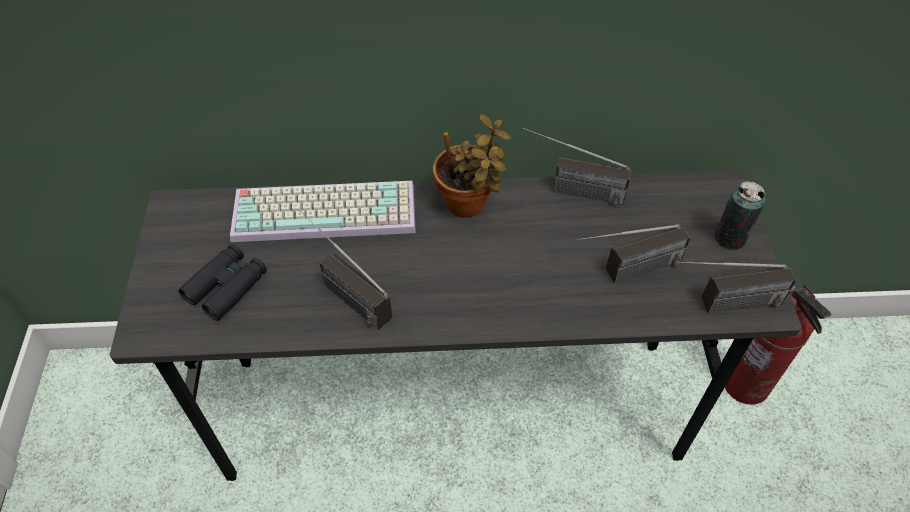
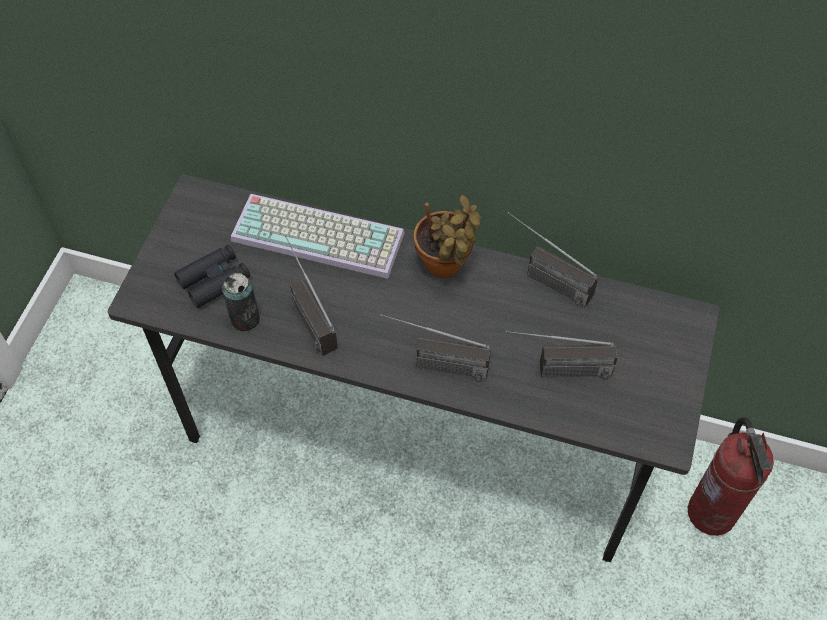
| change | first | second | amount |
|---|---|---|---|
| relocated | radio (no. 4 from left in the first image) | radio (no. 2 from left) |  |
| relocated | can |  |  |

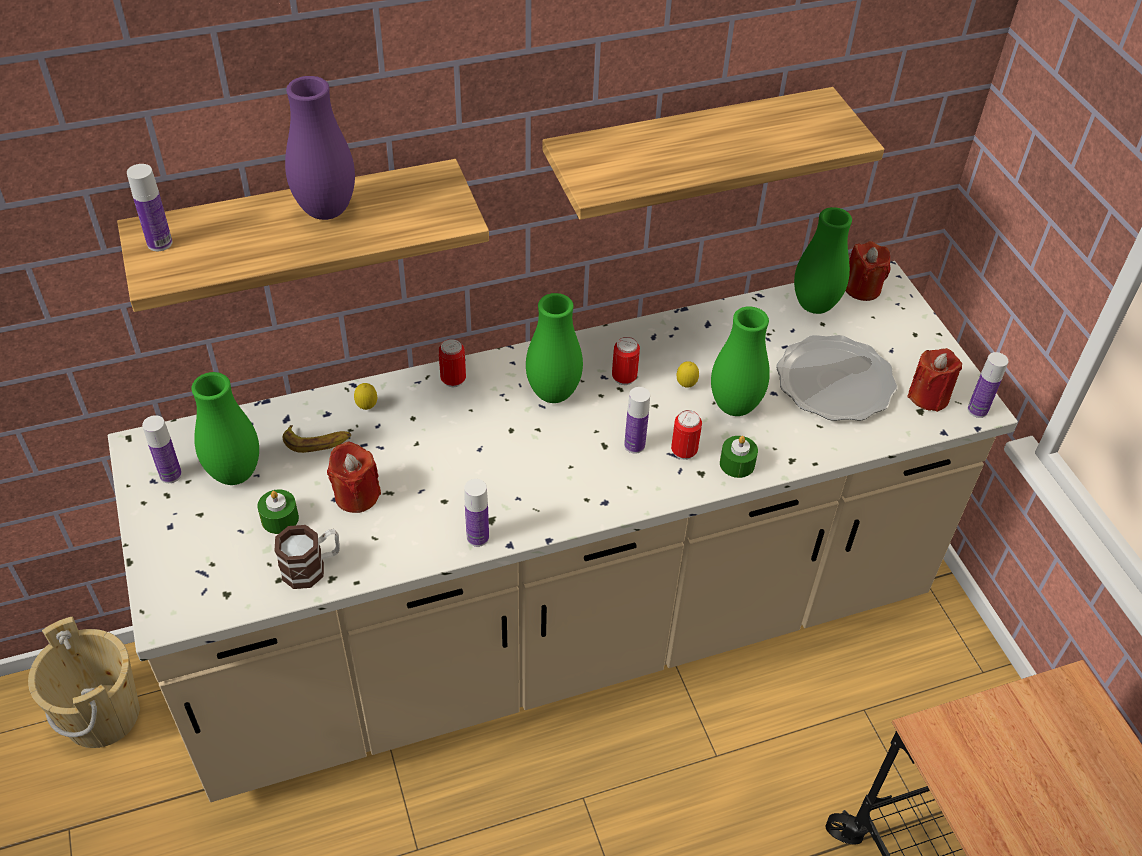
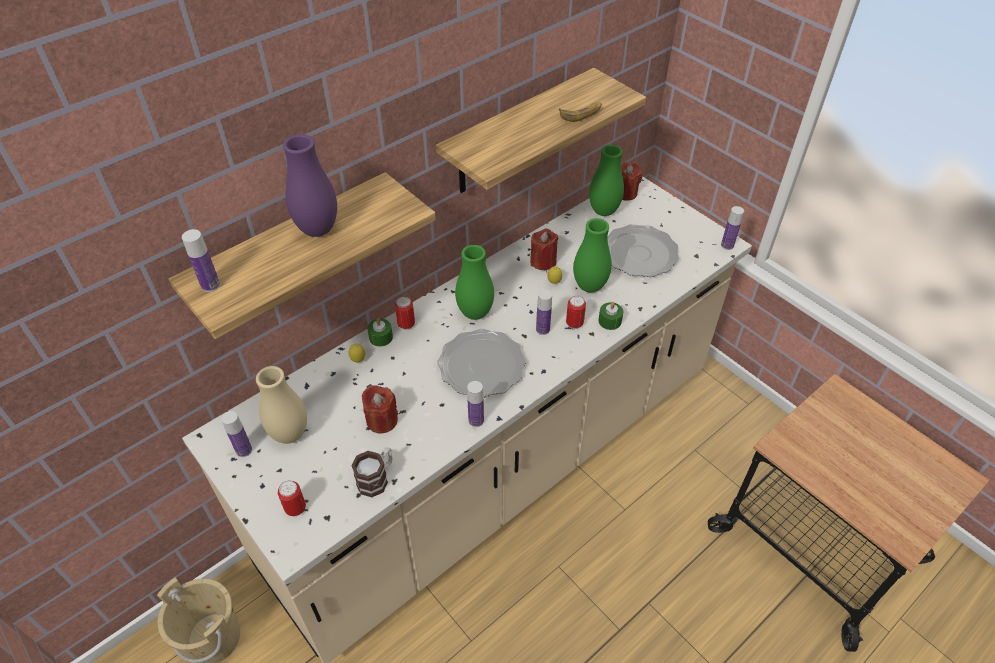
| change | first | second | amount |
|---|---|---|---|
| colour | green vase (no. 1 from left) | beige vase |  |
| relocated | green candle (no. 1 from left) |  |  |
| relocated | banana |  |  |
| relocated | can (no. 2 from left in the first image) | can (no. 1 from left) |  |
| relocated | red candle (no. 3 from left in the first image) | red candle (no. 2 from left) |  |
| appeared |  | plate (no. 1 from left) |  |

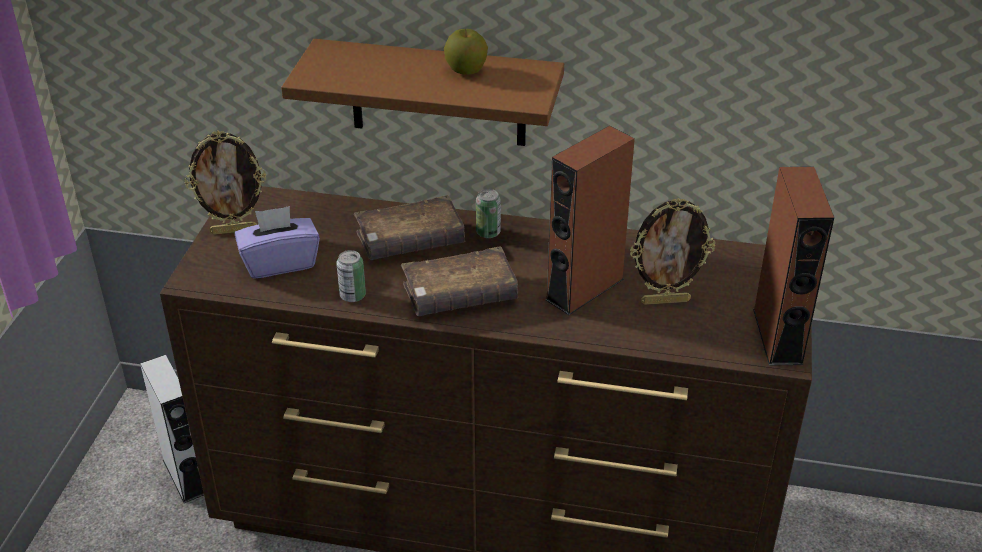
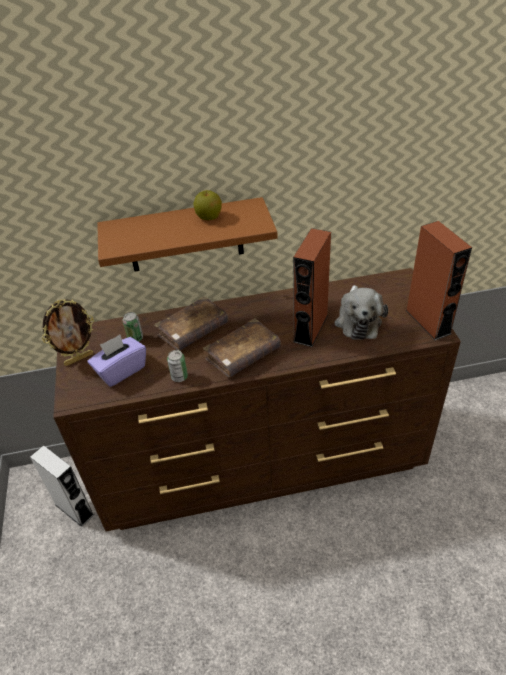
| change | first | second | amount |
|---|---|---|---|
| relocated | can (no. 2 from left in the first image) | can (no. 1 from left) |  |
| exchanged | picture frame (no. 2 from left) | plush toy |  |

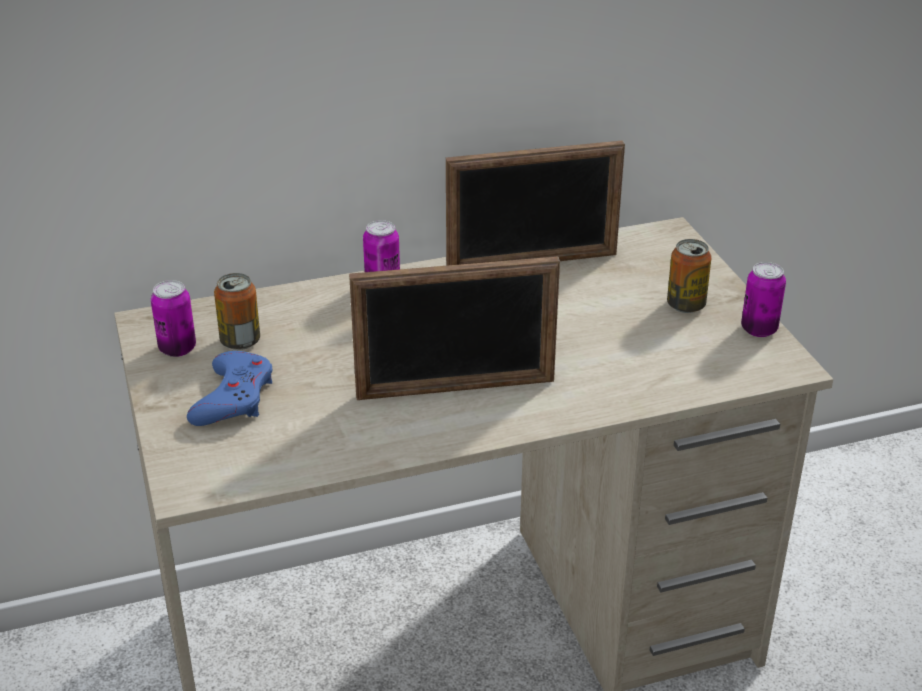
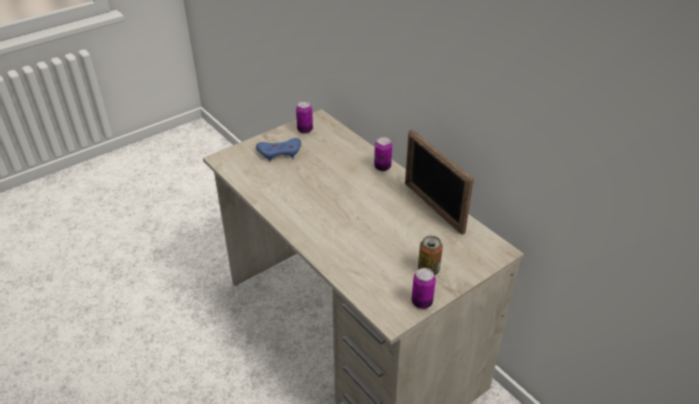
| change | first | second | amount |
|---|---|---|---|
| missing | can (no. 2 from left) |  |  |
| missing | picture frame (no. 1 from left) |  |  |

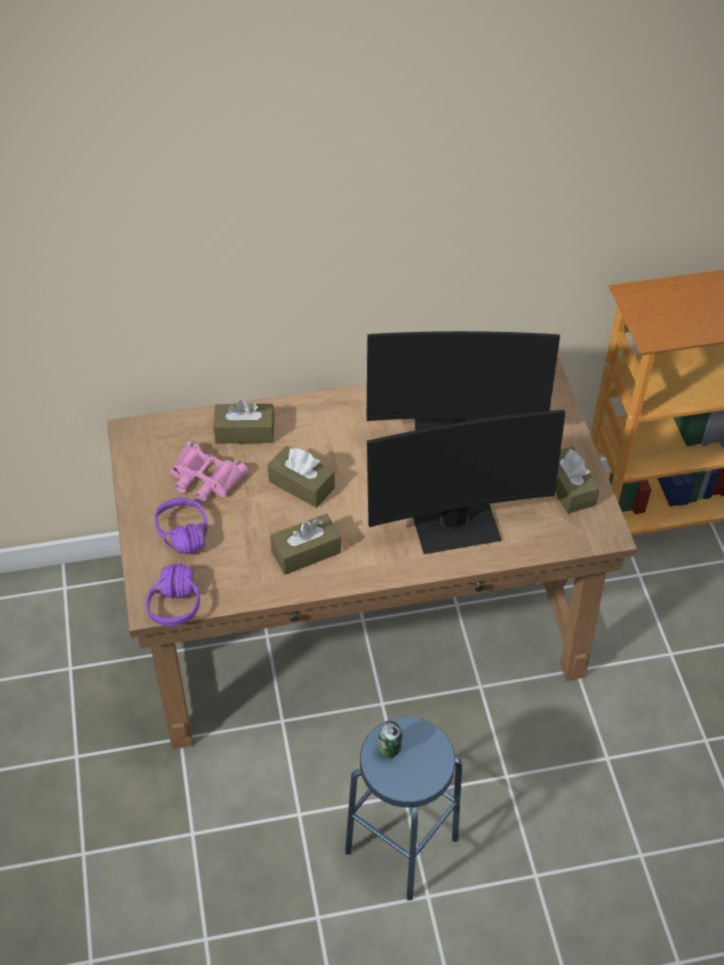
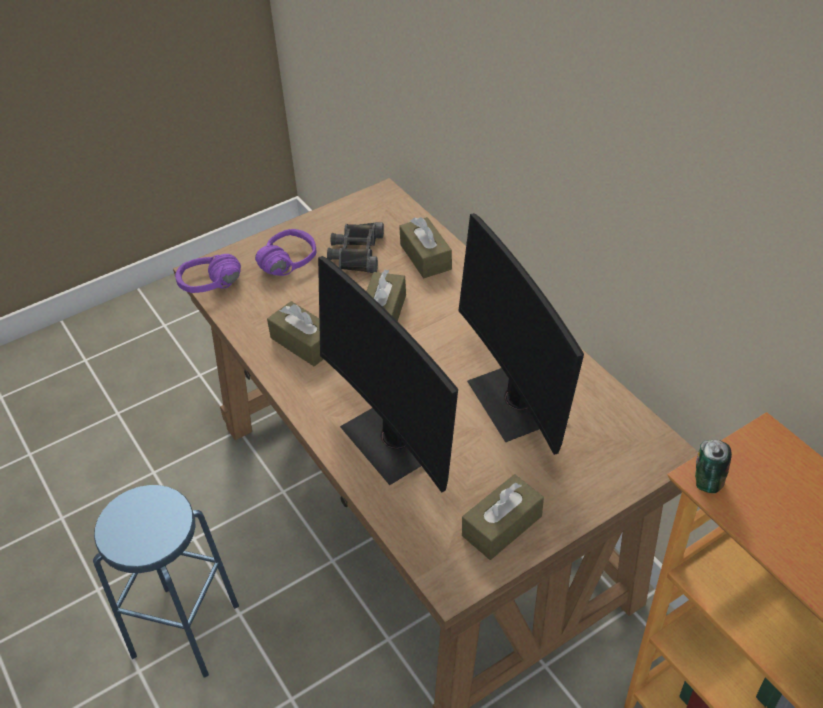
| change | first | second | amount |
|---|---|---|---|
| colour | pink binoculars | black binoculars |  |
| relocated | can |  |  |

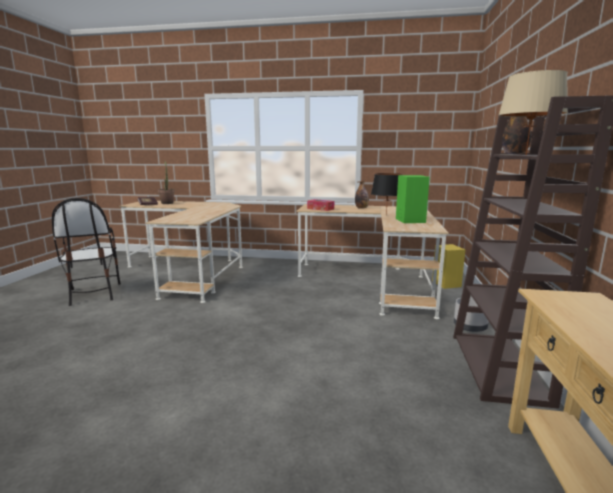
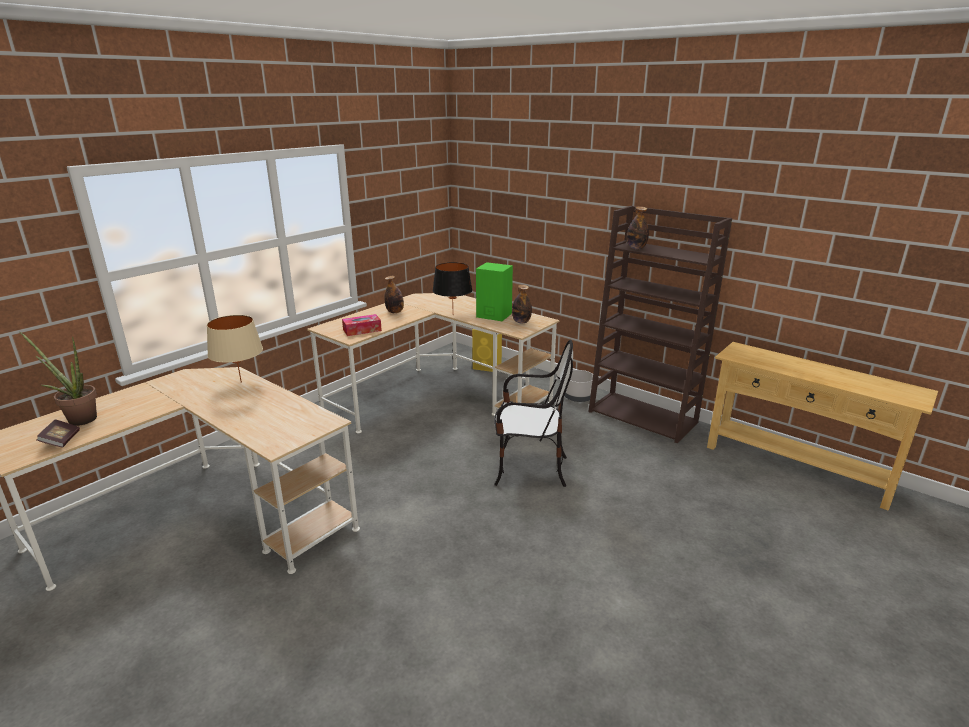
| change | first | second | amount |
|---|---|---|---|
| relocated | chair |  |  |
| relocated | beige table lamp |  |  |
| appeared |  | bottle (no. 2 from left) |  |

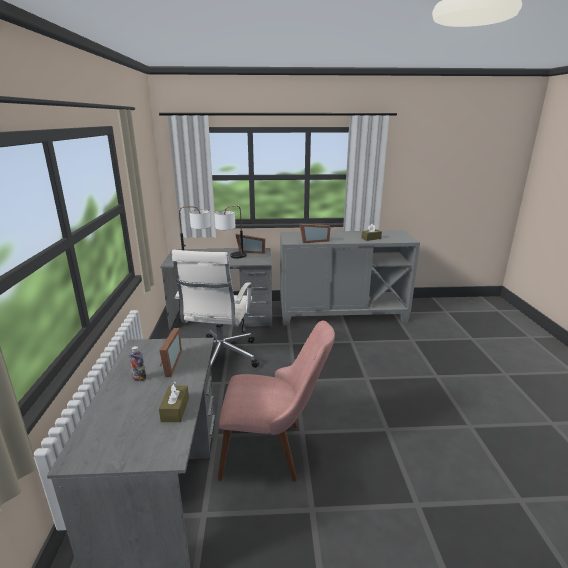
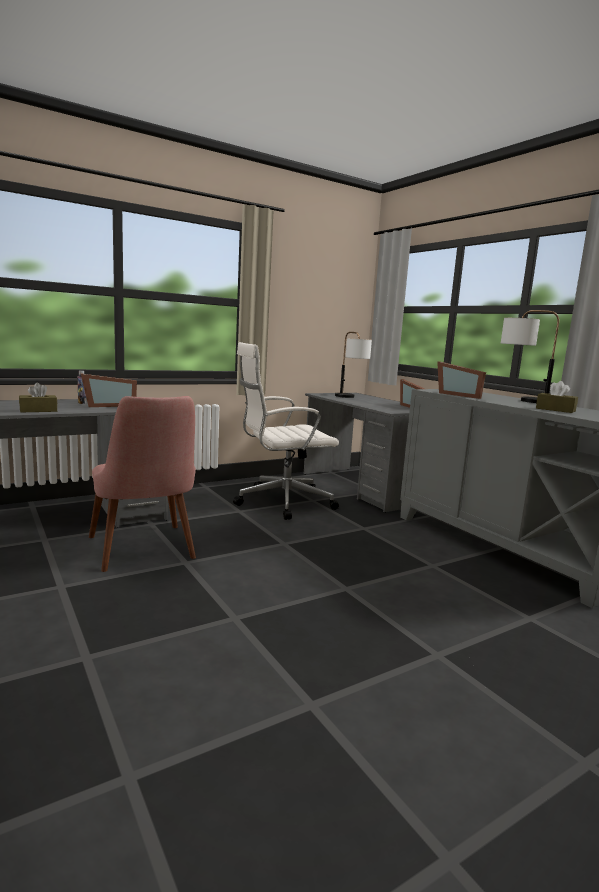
| change | first | second | amount |
|---|---|---|---|
| relocated | table lamp (no. 2 from left) |  |  |

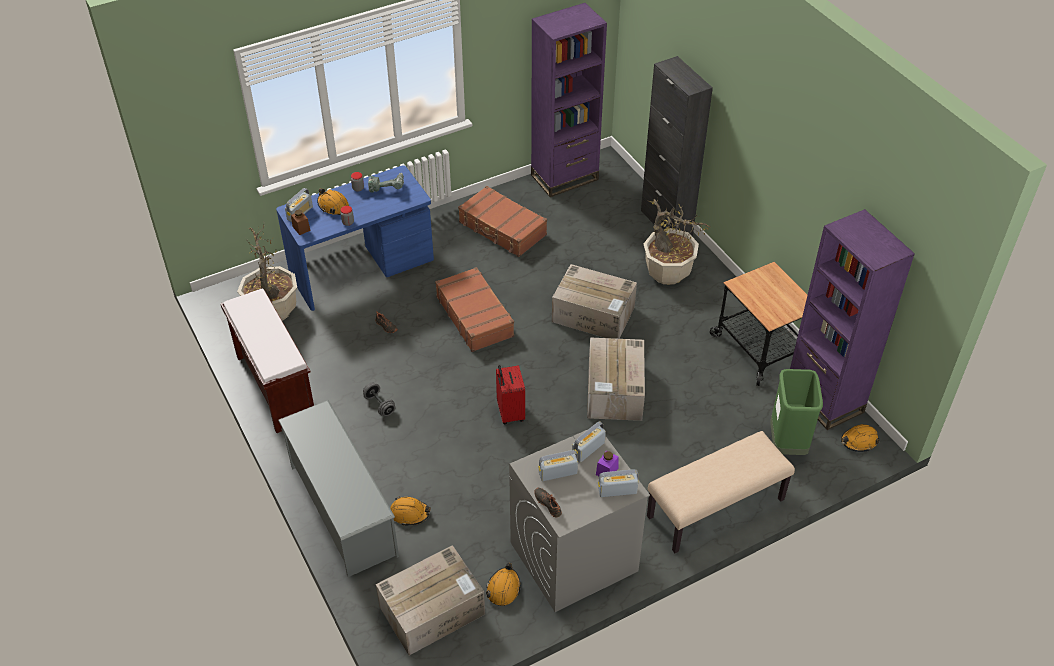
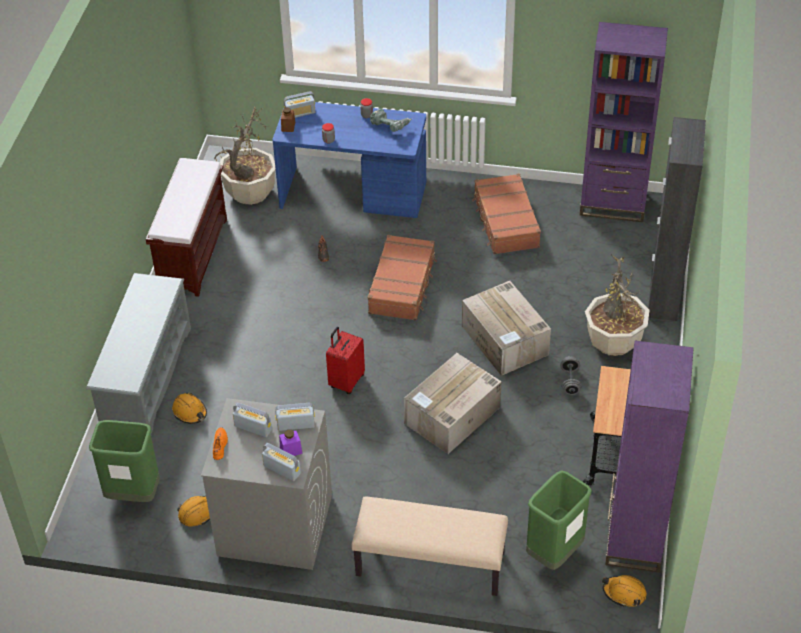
| change | first | second | amount |
|---|---|---|---|
| missing | orange hard hat (no. 1 from left) |  |  |
| relocated | grey dumbbell |  |  |
| exchanged | cardboard box (no. 1 from left) | green trash can (no. 1 from left) |  |
| colour | black shoe (no. 2 from left) | orange shoe |  |

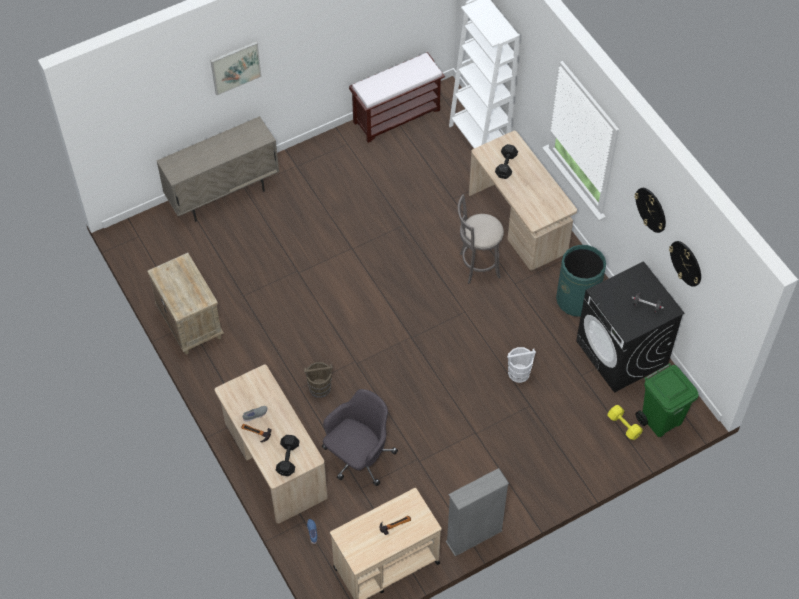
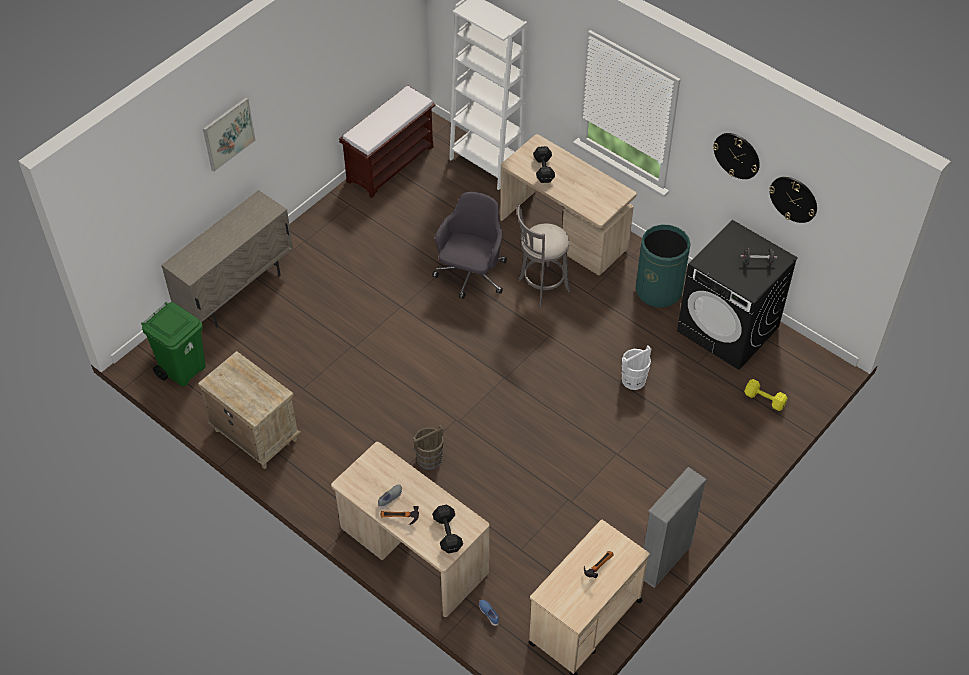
| change | first | second | amount |
|---|---|---|---|
| relocated | grey office chair |  |  |
| relocated | green trash can (no. 2 from left in the first image) | green trash can (no. 1 from left) |  |

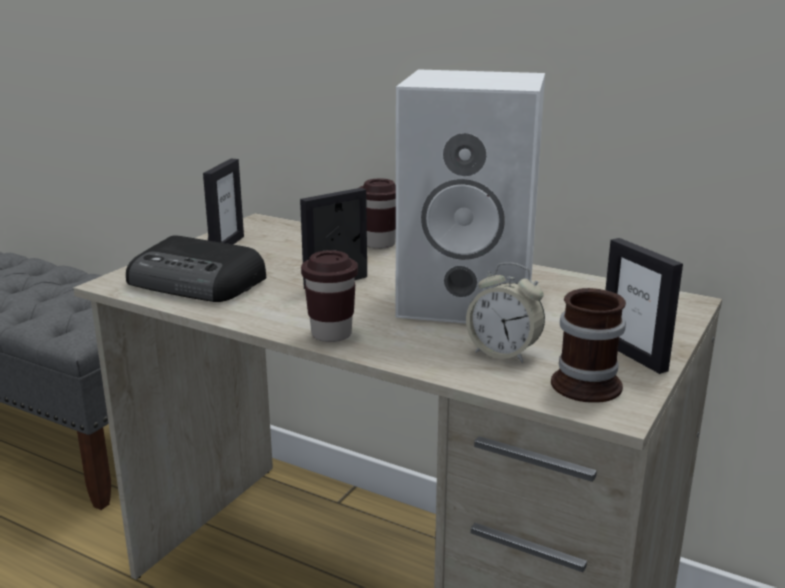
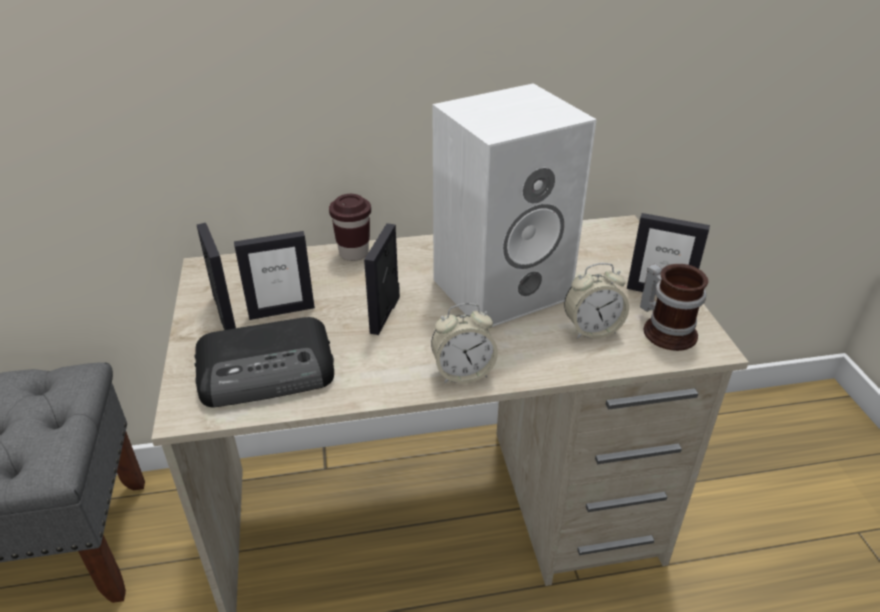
| change | first | second | amount |
|---|---|---|---|
| exchanged | brown cup (no. 1 from left) | alarm clock (no. 1 from left) |  |
| appeared |  | picture frame (no. 2 from left) |  |

